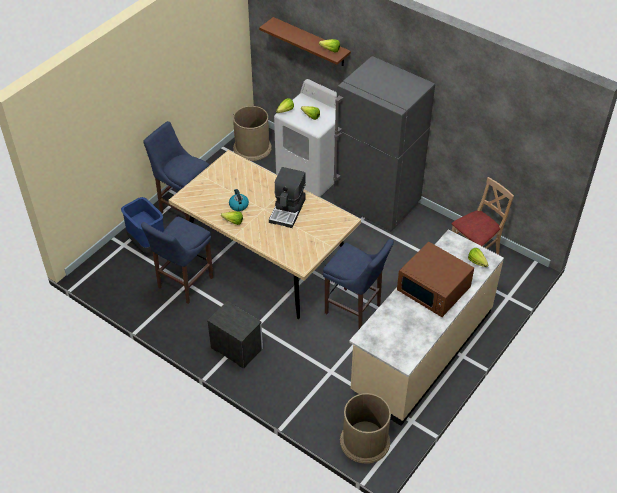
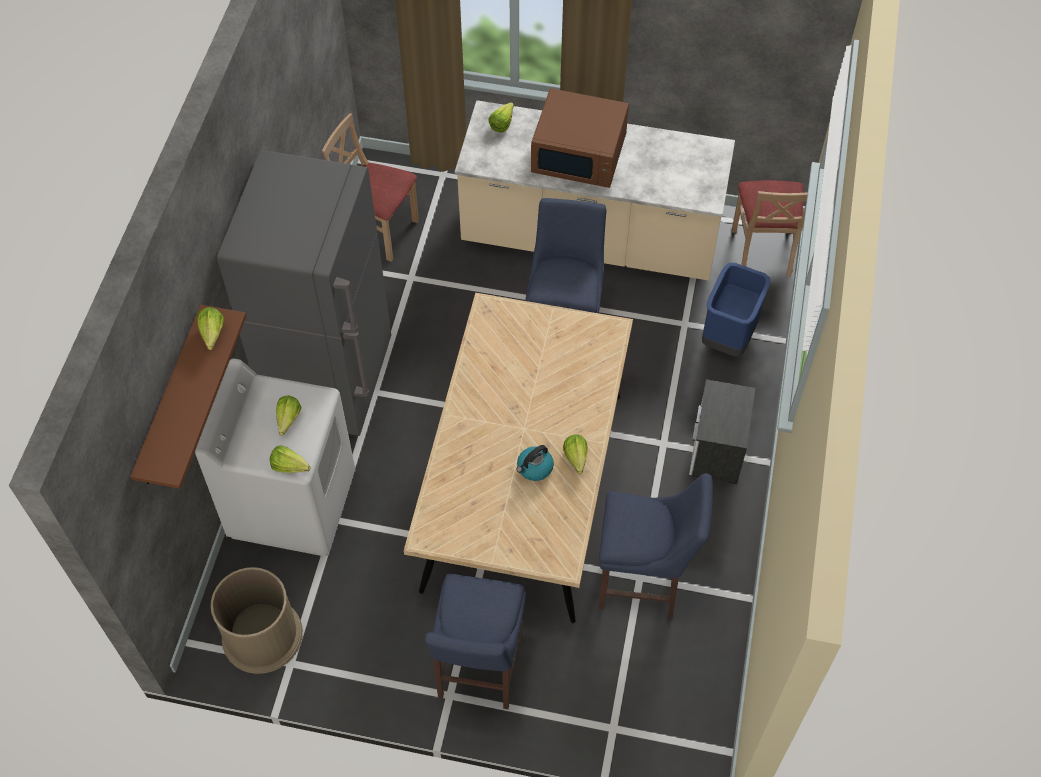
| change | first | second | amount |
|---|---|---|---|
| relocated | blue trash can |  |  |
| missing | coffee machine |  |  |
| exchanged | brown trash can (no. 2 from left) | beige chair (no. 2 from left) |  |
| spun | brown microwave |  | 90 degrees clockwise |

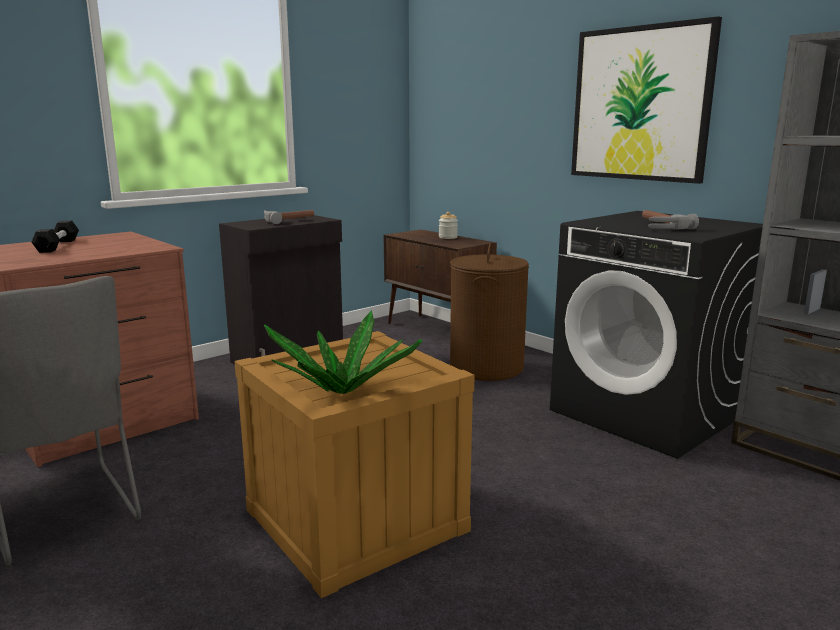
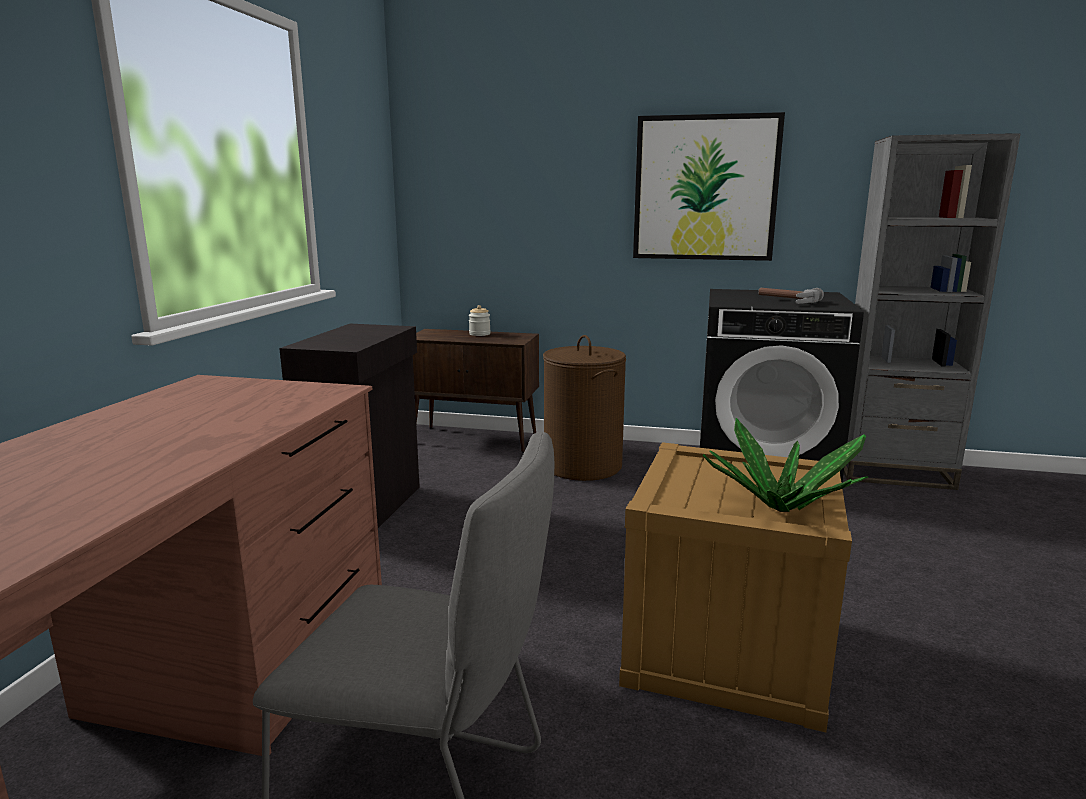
| change | first | second | amount |
|---|---|---|---|
| missing | black dumbbell |  |  |
| missing | hammer (no. 1 from left) |  |  |

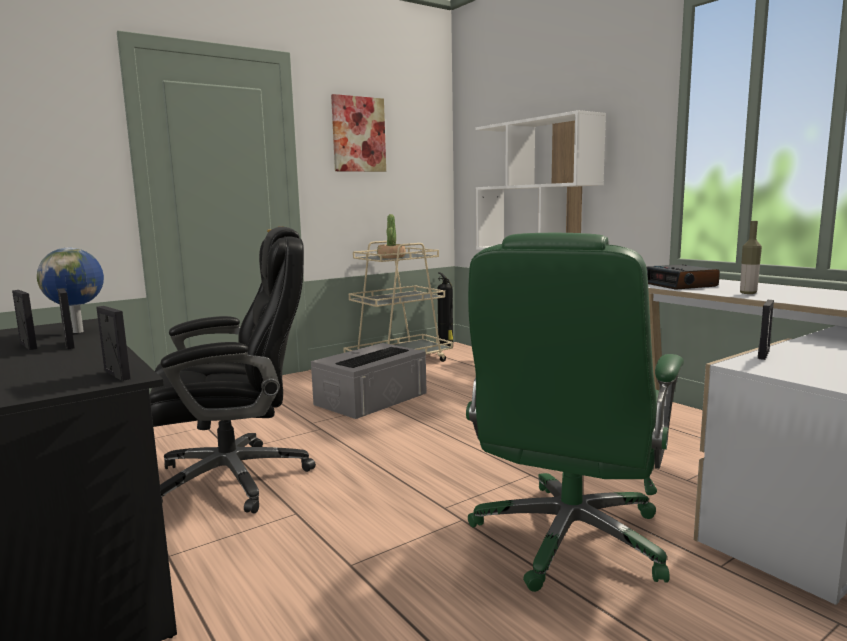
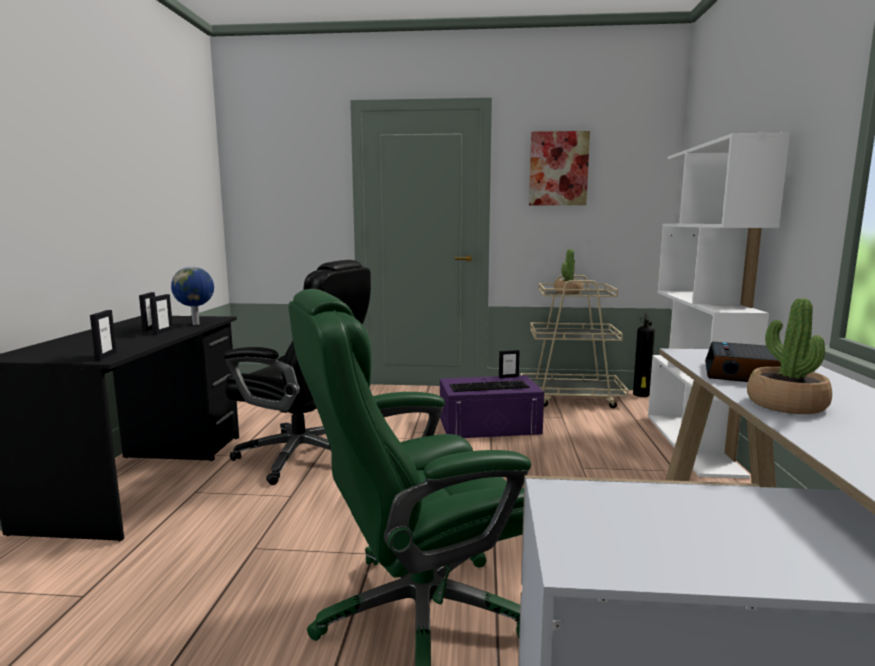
| change | first | second | amount |
|---|---|---|---|
| colour | grey storage box | purple storage box |  |
| exchanged | bottle | potted plant (no. 2 from left) |  |
| relocated | picture frame (no. 4 from left) |  |  |

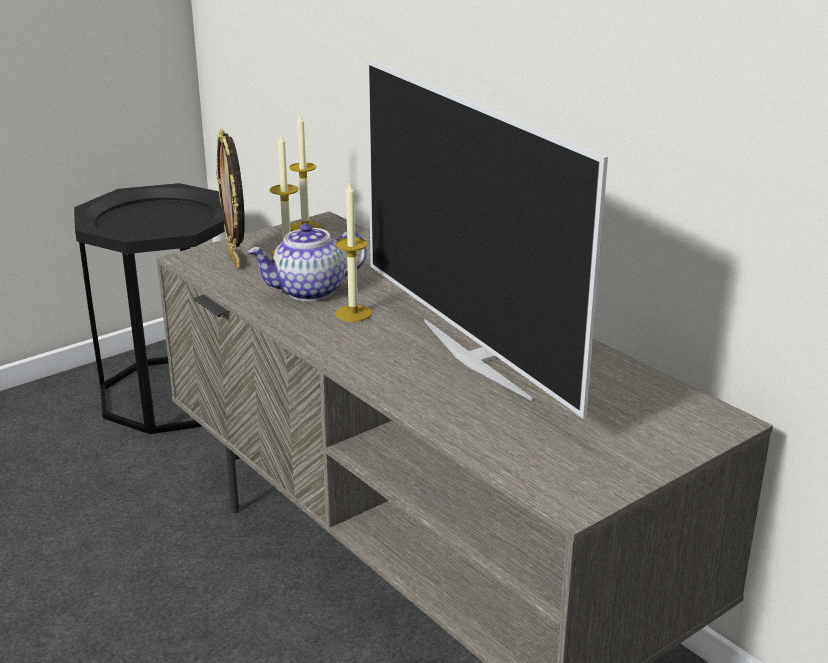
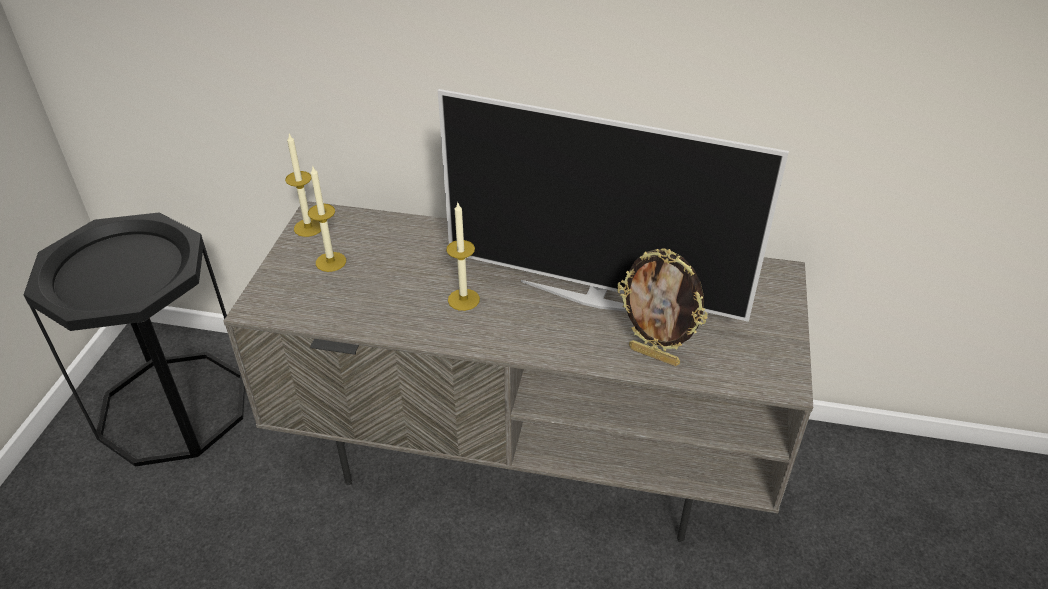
| change | first | second | amount |
|---|---|---|---|
| relocated | picture frame |  |  |
| missing | teapot |  |  |

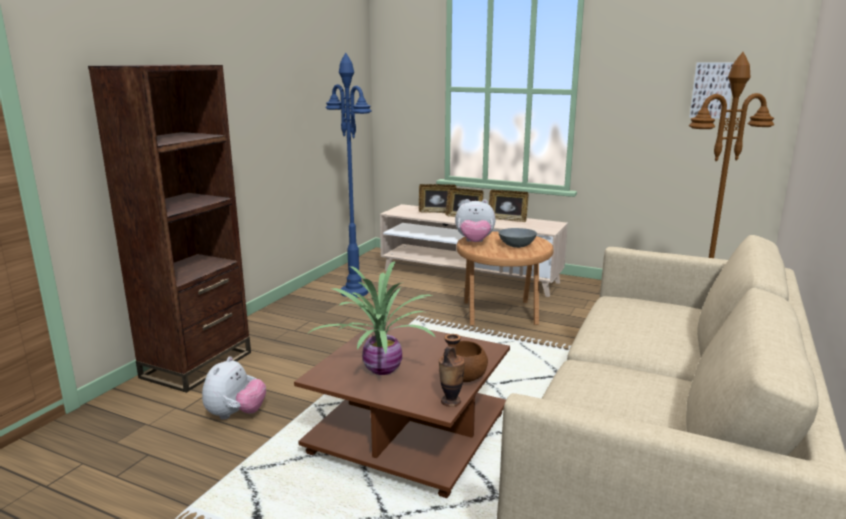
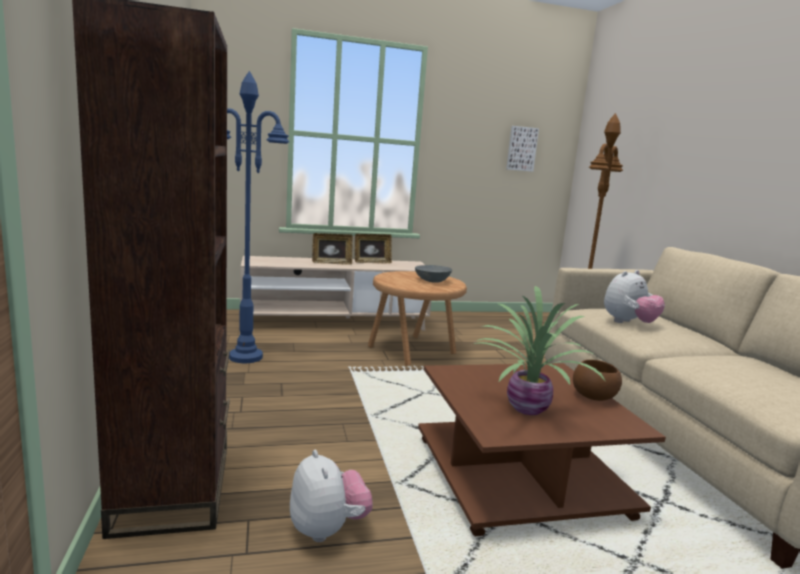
| change | first | second | amount |
|---|---|---|---|
| missing | picture frame (no. 1 from left) |  |  |
| missing | vase |  |  |
| relocated | plush toy (no. 2 from left) |  |  |

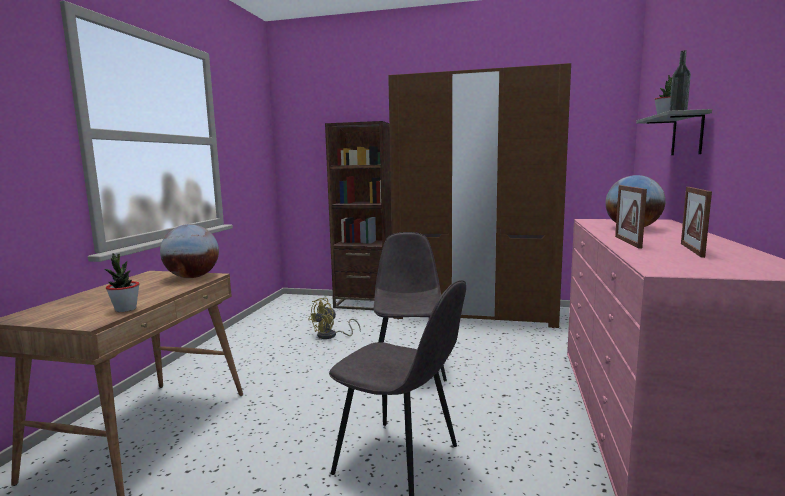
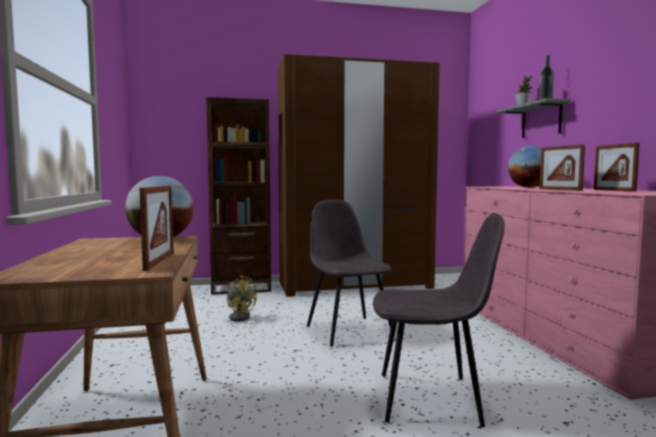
| change | first | second | amount |
|---|---|---|---|
| exchanged | potted plant (no. 1 from left) | picture frame (no. 1 from left) |  |
| spun | yellow fan |  | 75 degrees counterclockwise |

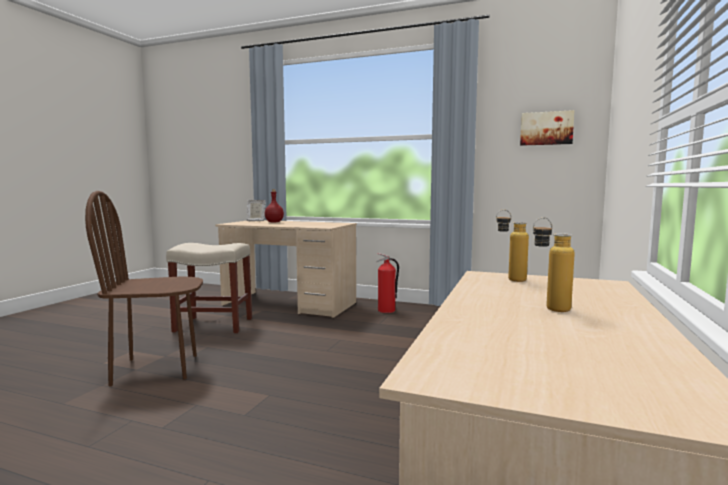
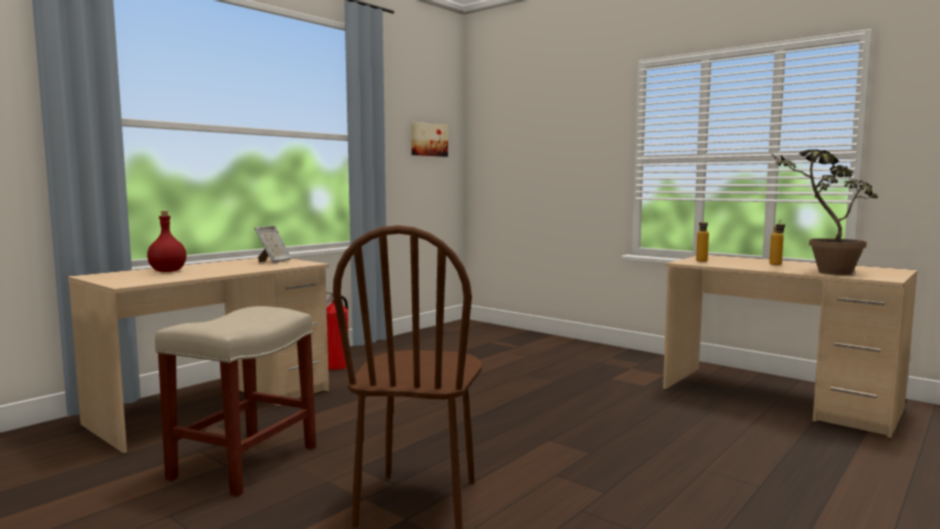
| change | first | second | amount |
|---|---|---|---|
| relocated | picture frame |  |  |
| appeared |  | potted plant |  |

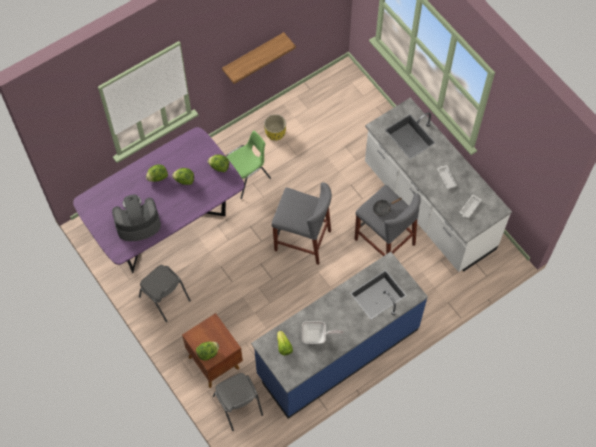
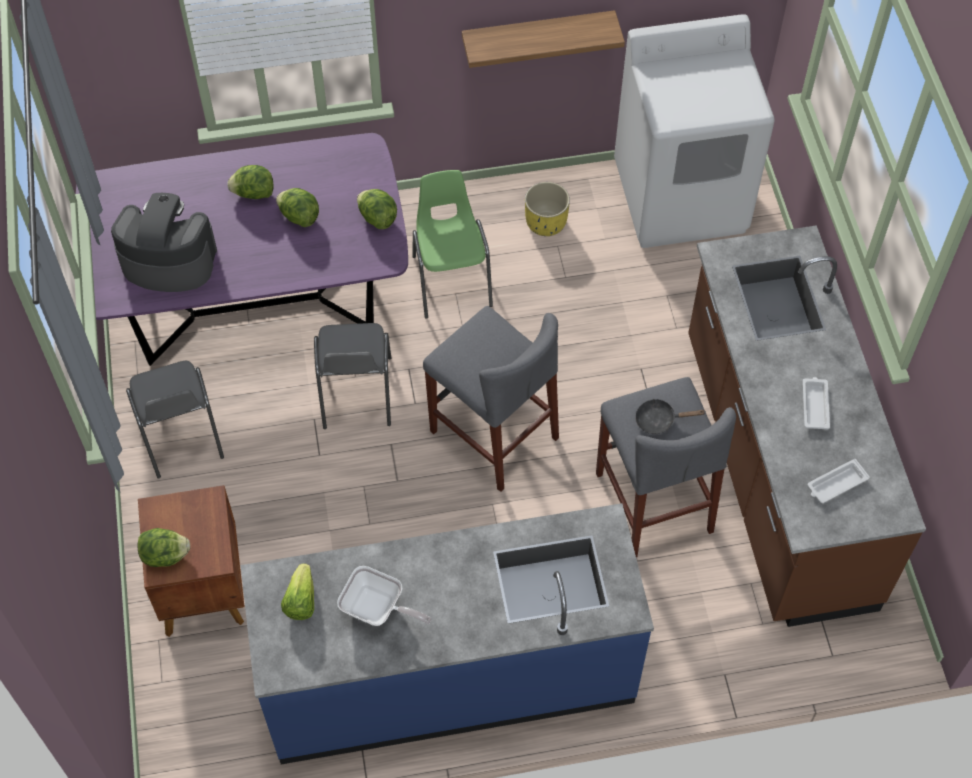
| change | first | second | amount |
|---|---|---|---|
| relocated | grey chair (no. 2 from left) |  |  |
| spun | green chair |  | 90 degrees counterclockwise |
| colour | white counter | brown counter |  |
| appeared |  | white washing machine |  |

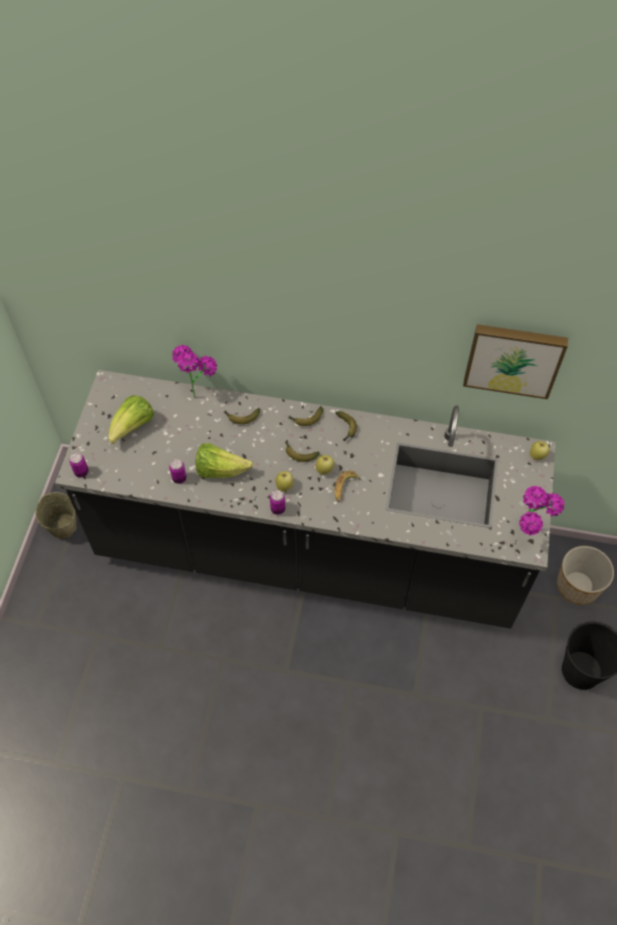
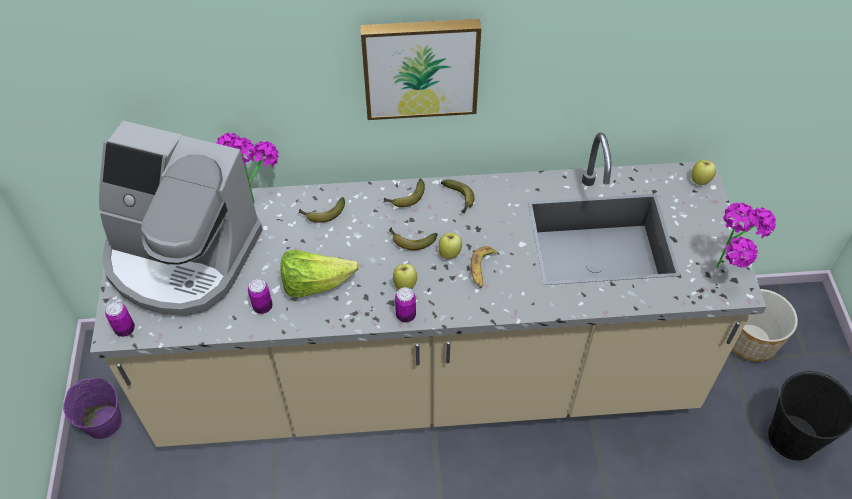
| change | first | second | amount |
|---|---|---|---|
| colour | beige bucket | purple bucket |  |
| colour | black counter | beige counter |  |
| exchanged | lettuce (no. 1 from left) | coffee machine |  |
| relocated | picture |  |  |

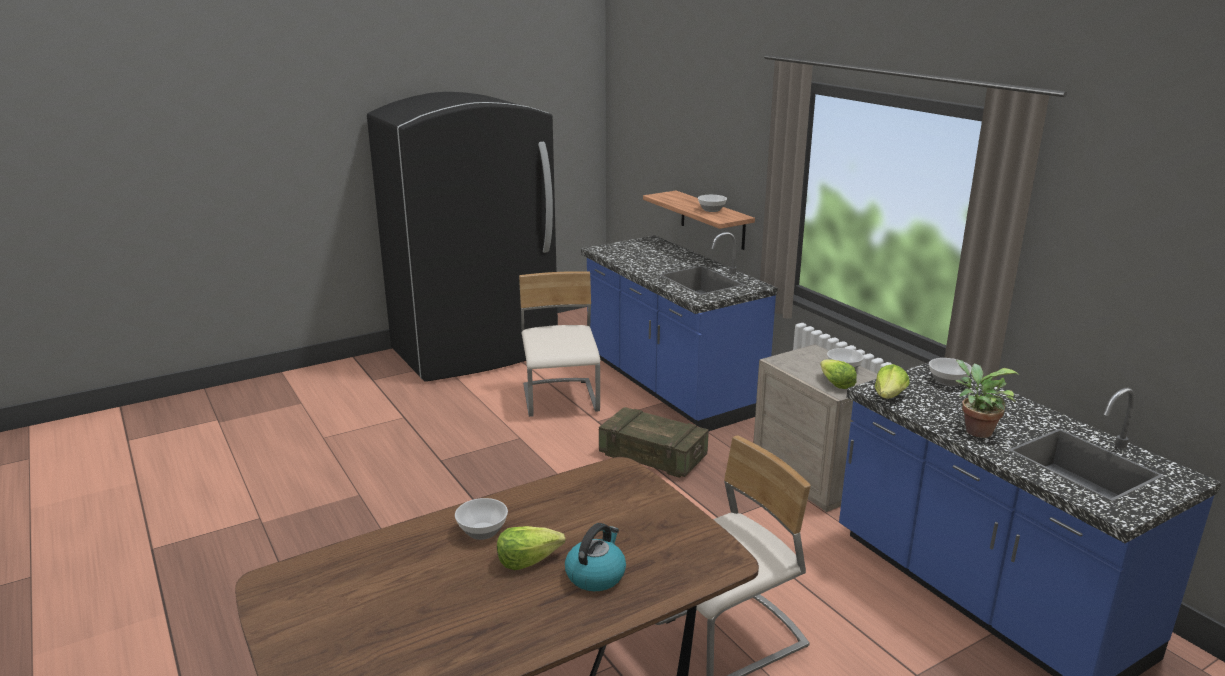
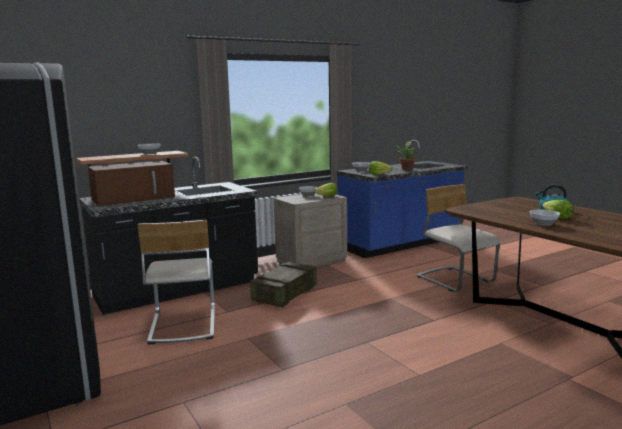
| change | first | second | amount |
|---|---|---|---|
| spun | beige chair (no. 1 from left) |  | 90 degrees counterclockwise |
| colour | blue counter (no. 1 from left) | black counter |  |
| appeared |  | brown microwave |  |

